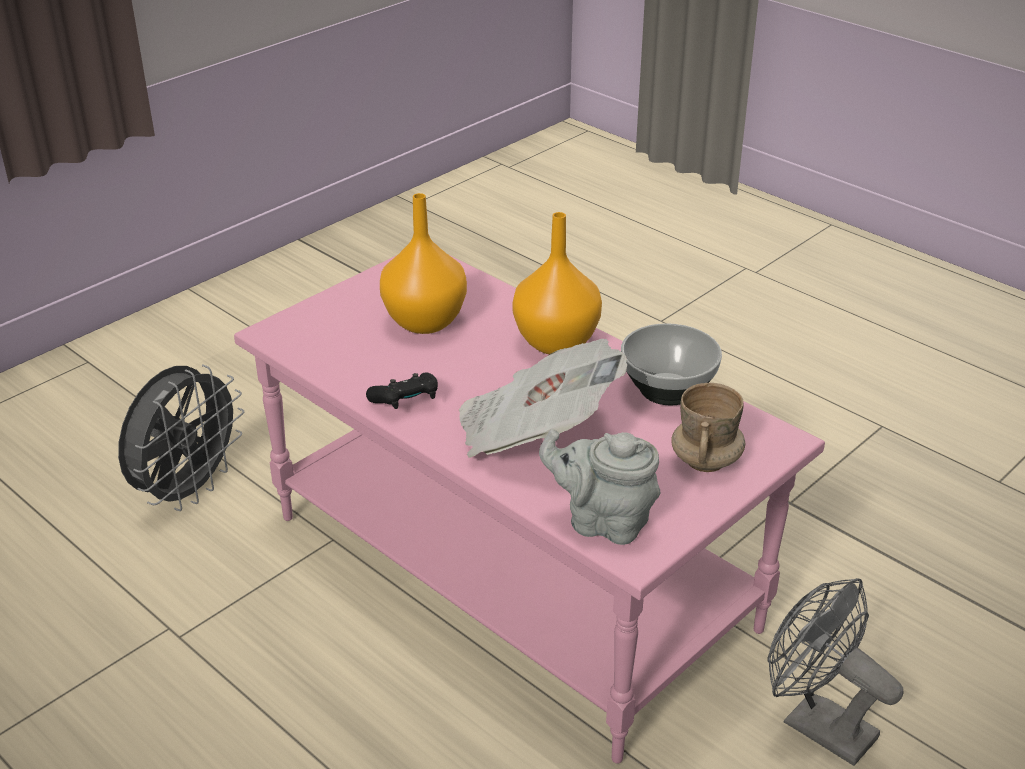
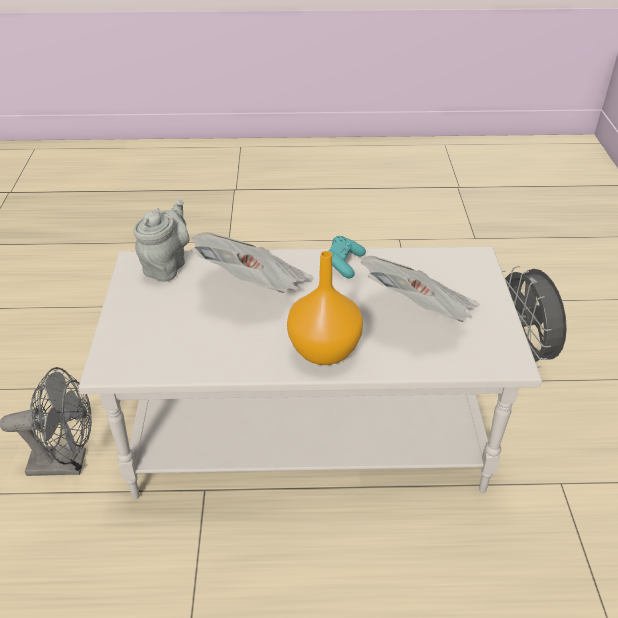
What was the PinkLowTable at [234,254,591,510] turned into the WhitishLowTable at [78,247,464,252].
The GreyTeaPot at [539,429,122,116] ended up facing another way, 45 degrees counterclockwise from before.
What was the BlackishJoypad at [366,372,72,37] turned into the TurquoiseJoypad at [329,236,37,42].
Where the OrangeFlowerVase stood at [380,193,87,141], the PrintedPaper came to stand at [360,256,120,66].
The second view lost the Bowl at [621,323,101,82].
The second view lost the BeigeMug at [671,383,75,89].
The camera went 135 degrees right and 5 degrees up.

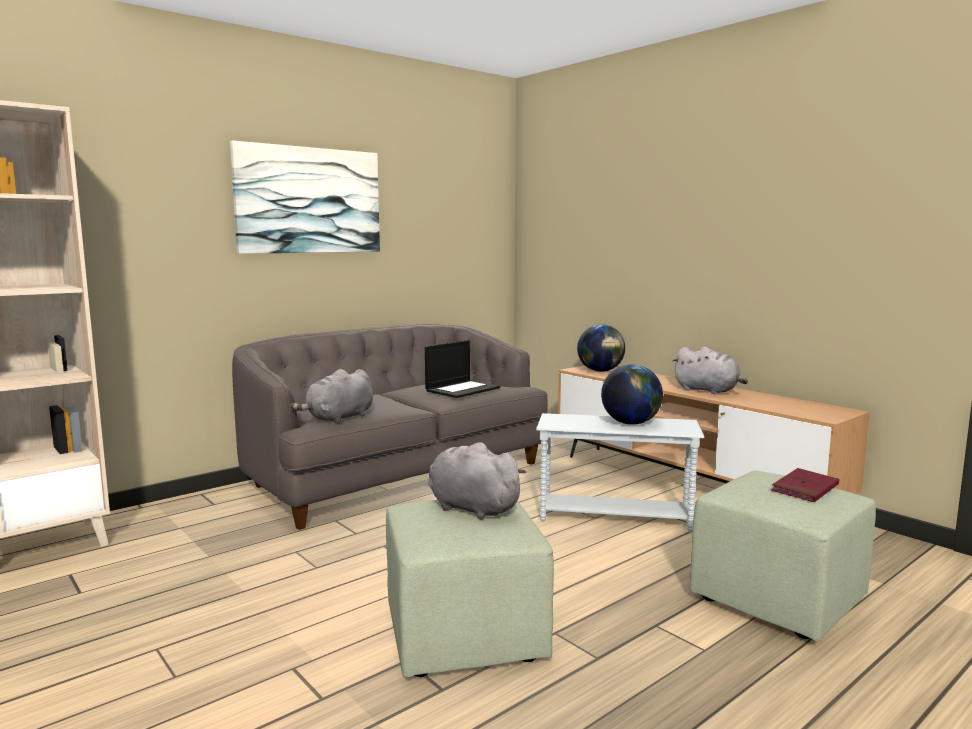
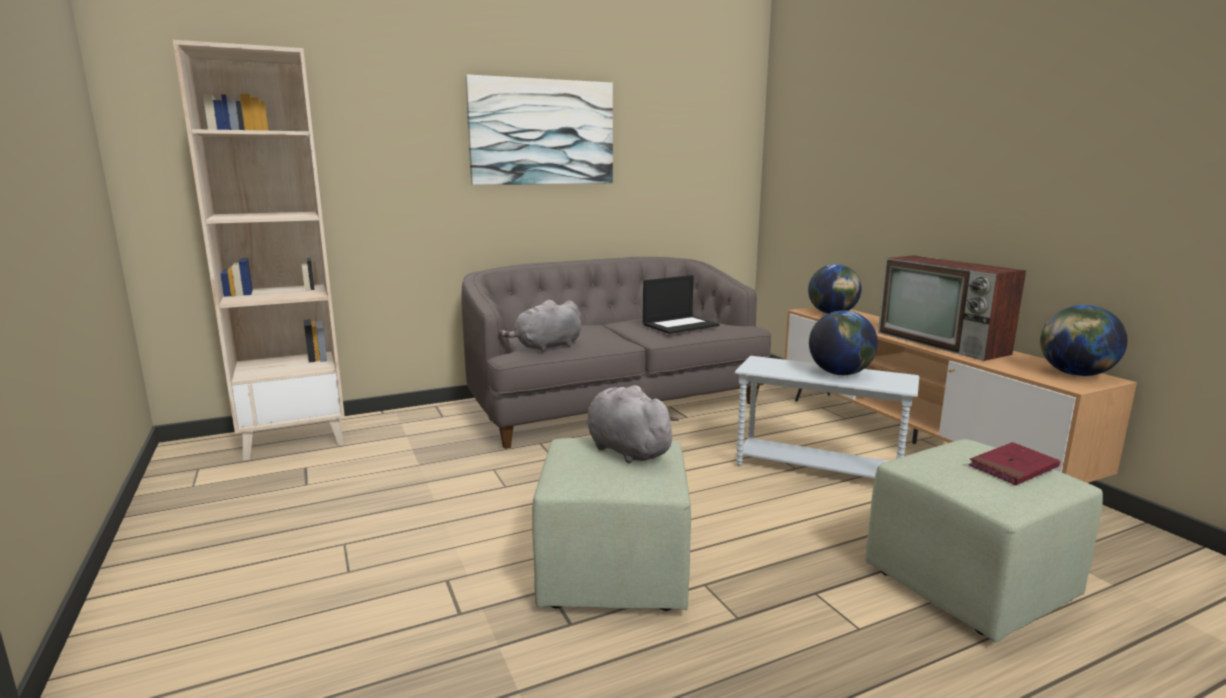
Where the GreyPlushToy stood at [672,346,76,48], the Television came to stand at [878,255,148,106].
The second view gained the Globe at [1040,305,87,71].
The camera went 15 degrees right and 5 degrees up.

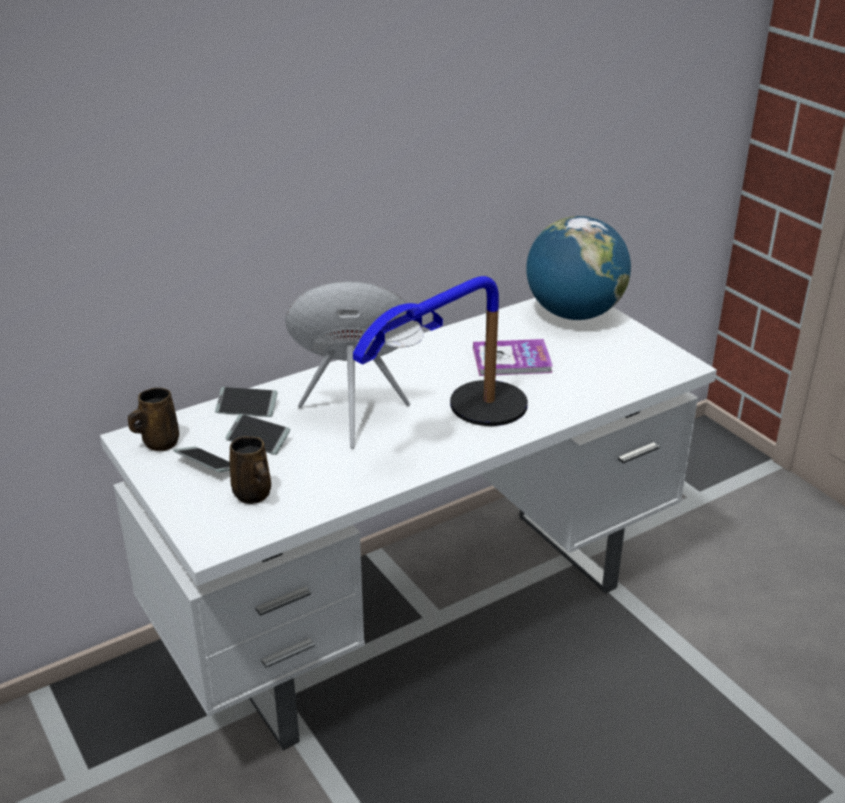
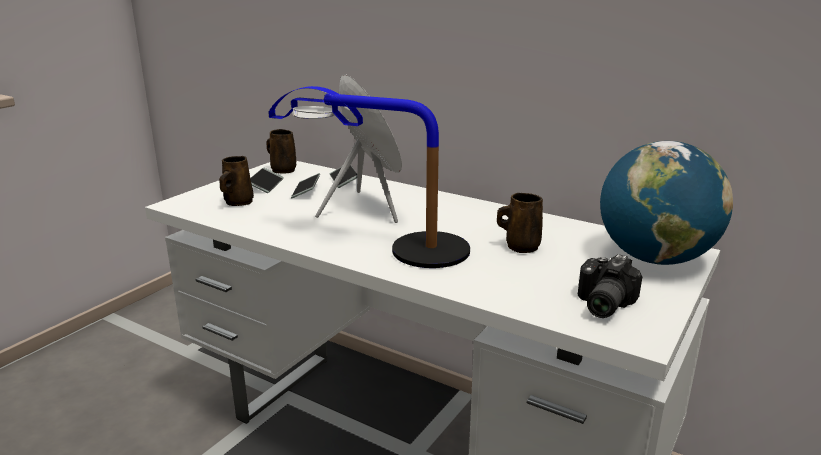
Where the BoundBook stood at [473,339,80,37], the BrownMug came to stand at [497,193,46,60].
The second view gained the PhotoCamera at [578,254,64,64].
The camera went 65 degrees right and 10 degrees down.

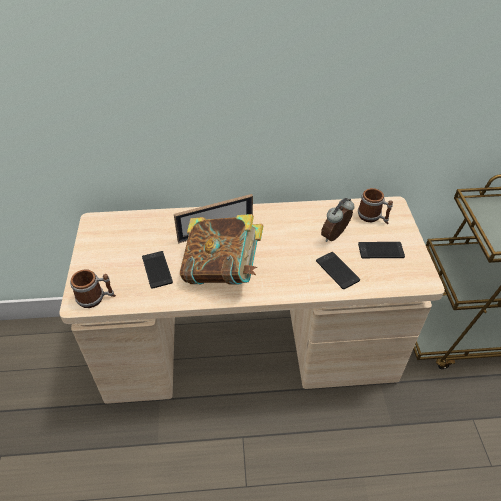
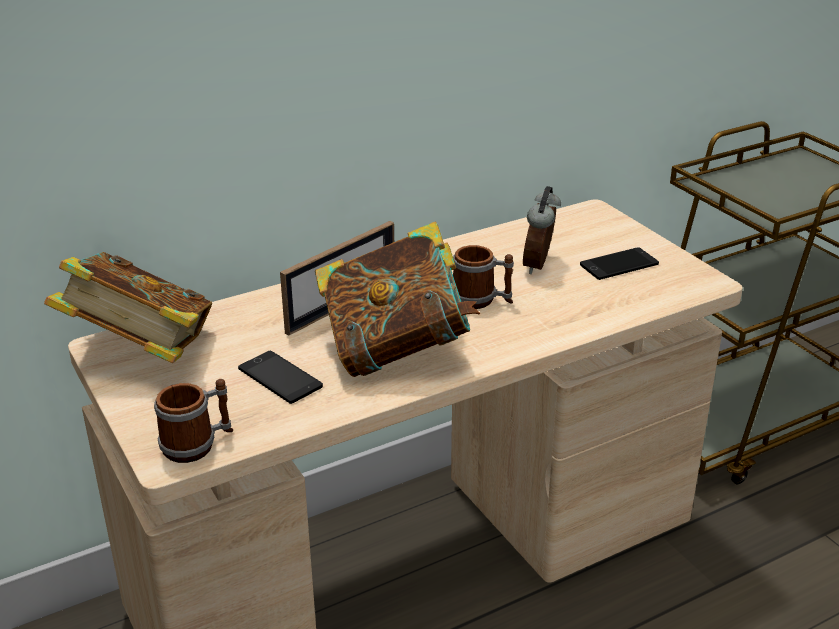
The second view gained the BoundBook at [44,252,168,111].
The Mug ended up elsewhere, having gone from [358,188,35,36] to [453,245,61,64].
The second view lost the Phone at [316,252,44,37].
The camera went 25 degrees left and 15 degrees down.

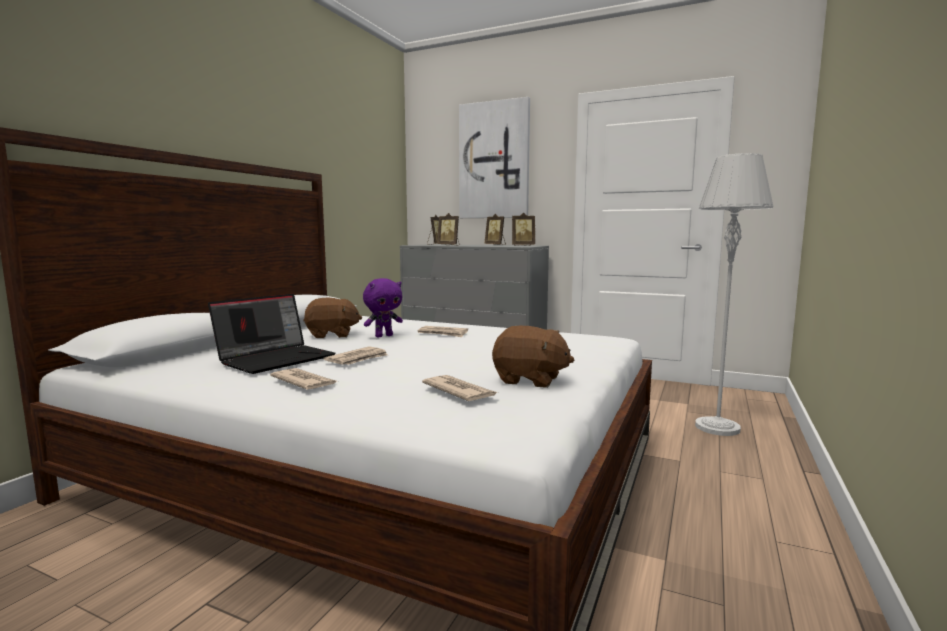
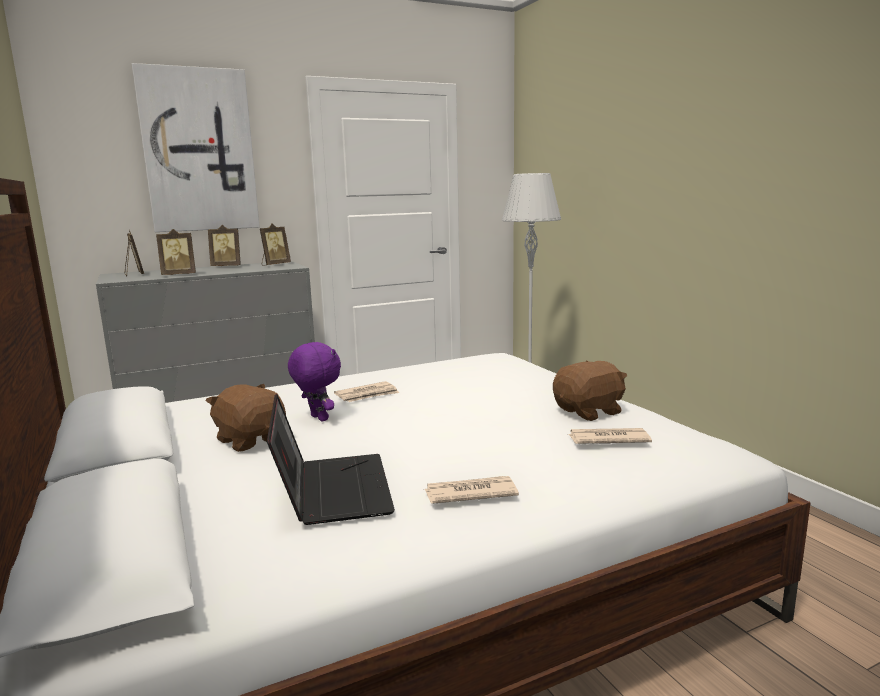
The BrownPlushToy at [303,298,59,40] ended up facing another way, 75 degrees counterclockwise from before.
The PurplishPlushToy at [363,278,40,59] ended up facing another way, 45 degrees counterclockwise from before.
The second view lost the PrintedPaper at [324,346,64,19].
The camera went 50 degrees left and 5 degrees up.

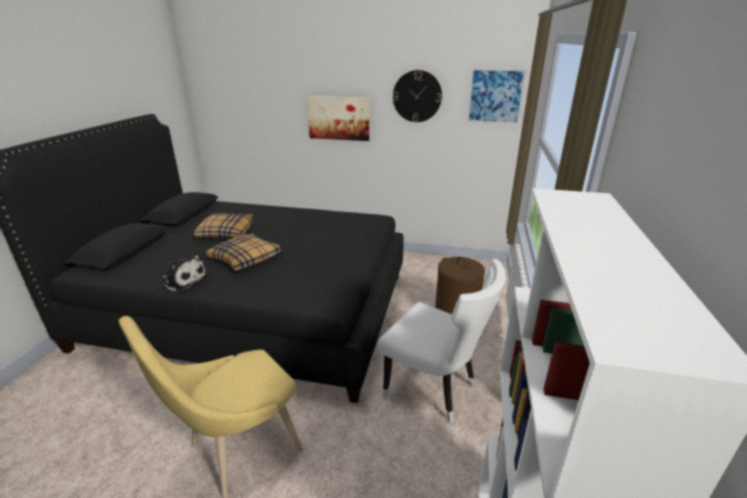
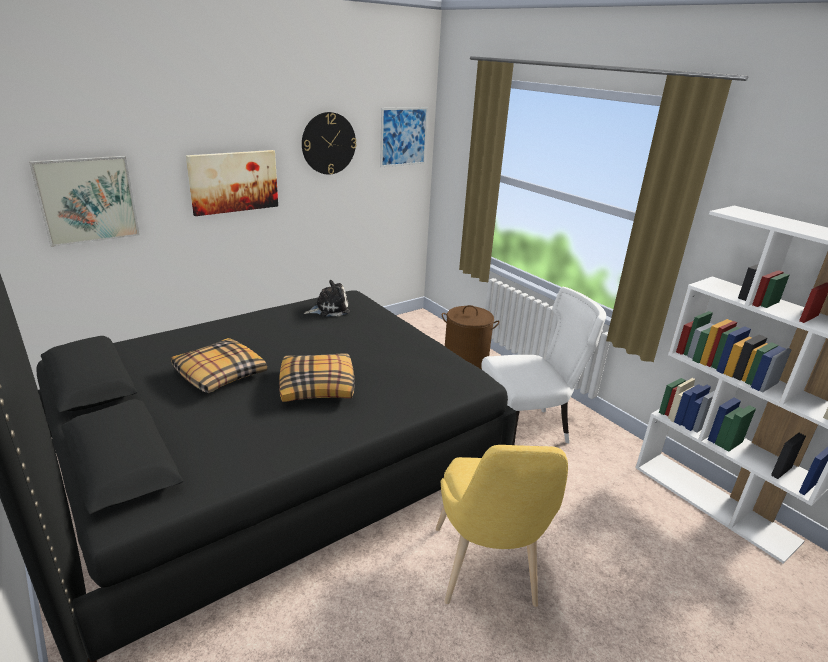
The second view gained the WallPicture at [29,156,111,91].
The PlushToy ended up elsewhere, having gone from [162,252,46,40] to [304,280,46,37].
The camera went 50 degrees left and 0 degrees up.

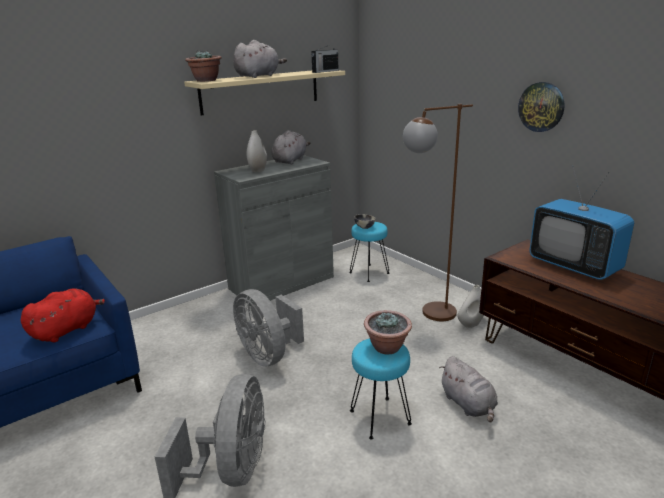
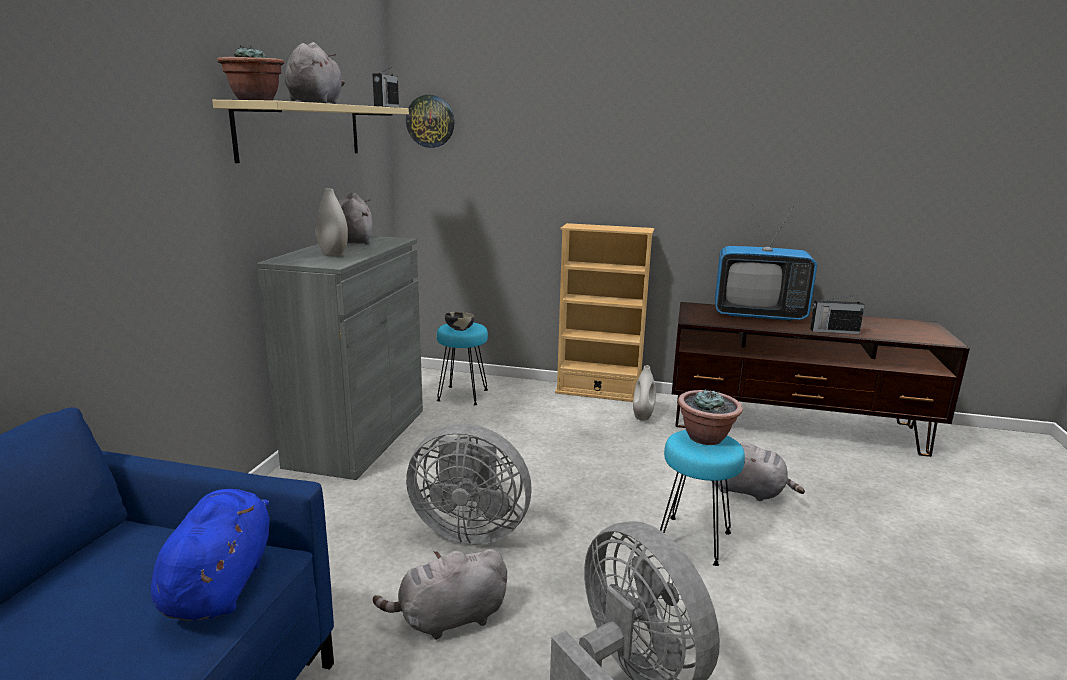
What was the ReddishPlushToy at [21,288,84,55] turned into the BluishPlushToy at [151,489,118,132].
The second view gained the GreyPlushToy at [373,549,134,91].
The WallClock ended up elsewhere, having gone from [518,82,47,50] to [406,95,48,53].
The second view gained the BeigeBookshelf at [555,223,99,179].
The second view gained the RadioReceiver at [810,295,55,39].
The second view lost the BrownFloorLamp at [403,104,70,217].
The camera went 40 degrees left and 5 degrees down.

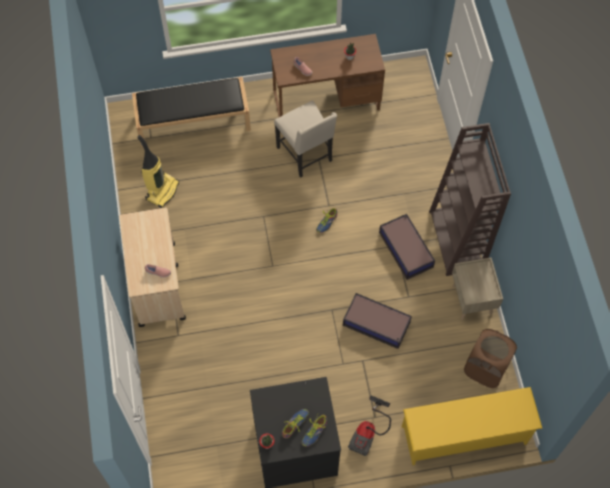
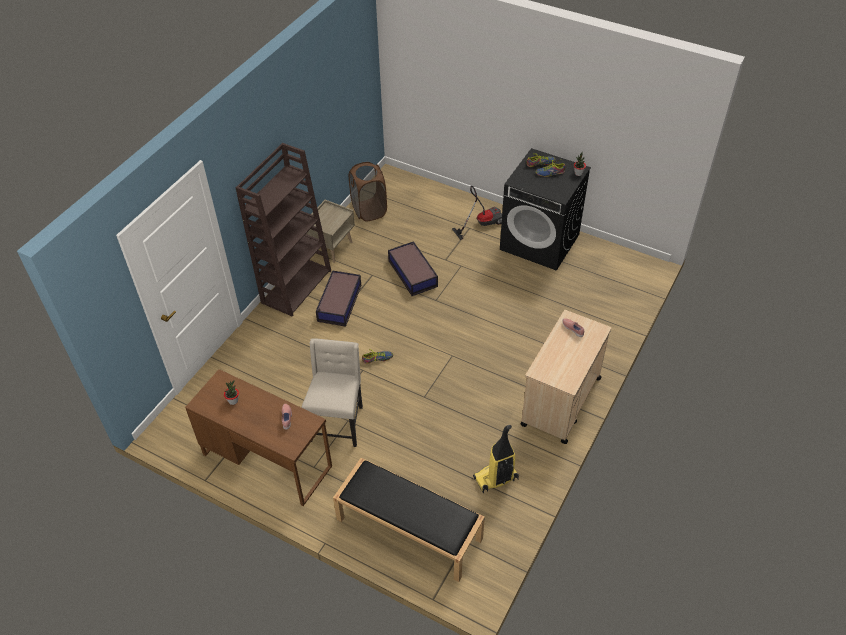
The second view lost the YellowishShoeRack at [402,387,140,78].
The camera went 140 degrees left and 15 degrees down.

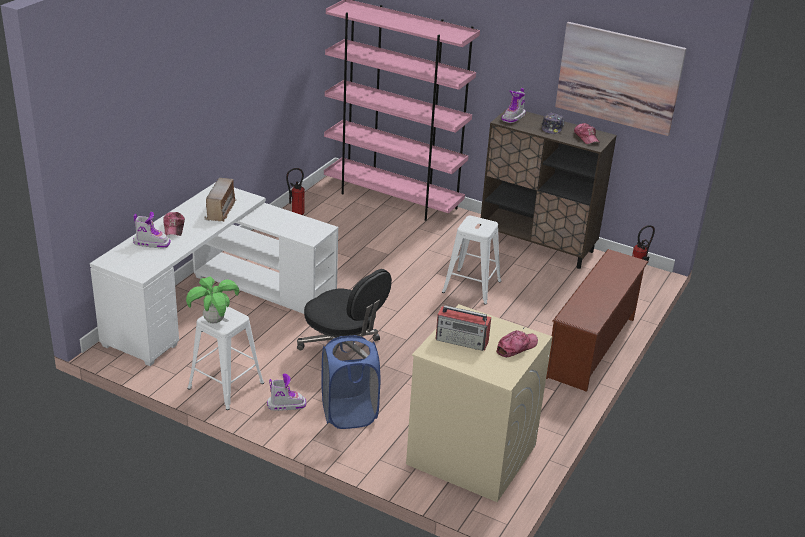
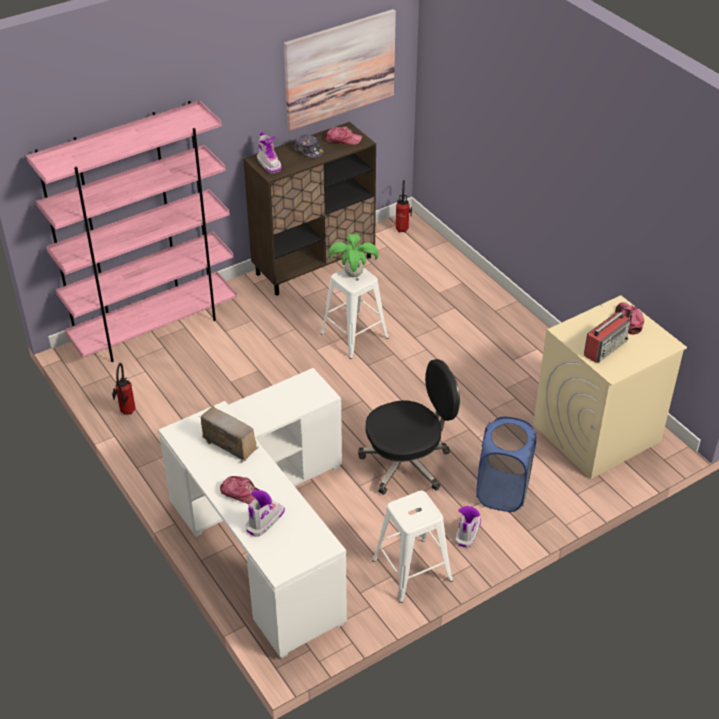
The PottedPlant ended up elsewhere, having gone from [186,277,53,46] to [329,234,49,43].
The second view lost the BrownShoeRack at [546,249,102,143].
The camera went 60 degrees left and 10 degrees up.

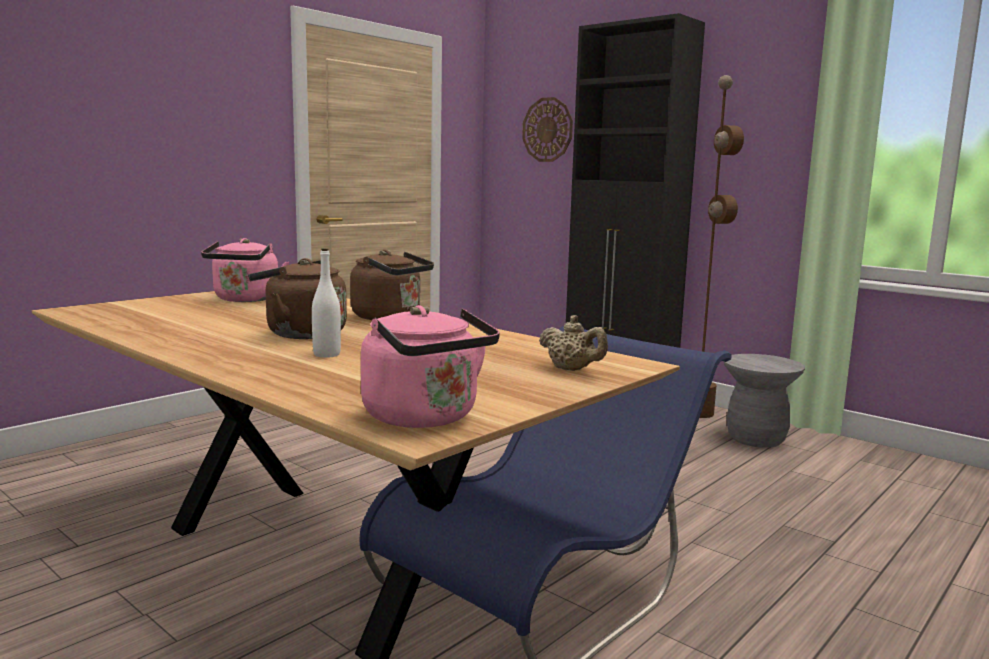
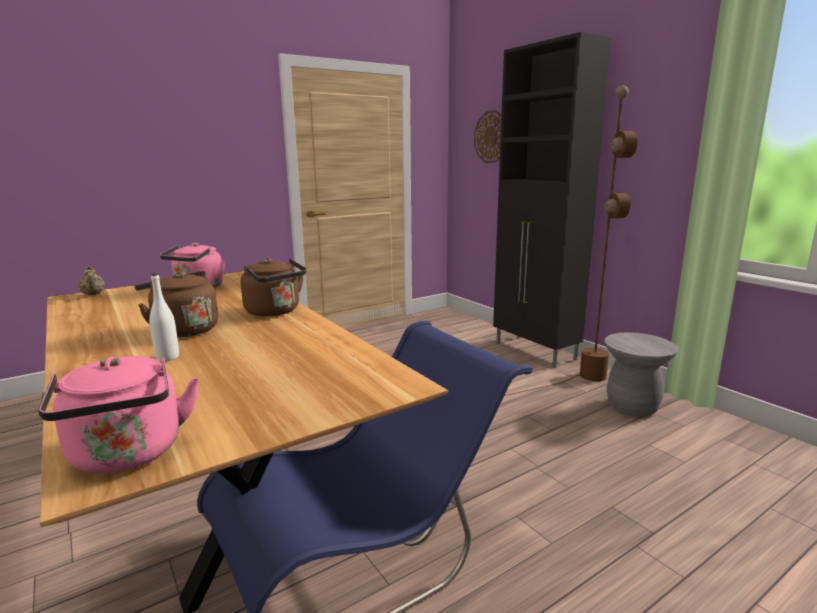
The BeigeTeaPot ended up elsewhere, having gone from [539,315,69,56] to [78,266,27,29].
The camera went 15 degrees right and 5 degrees up.

